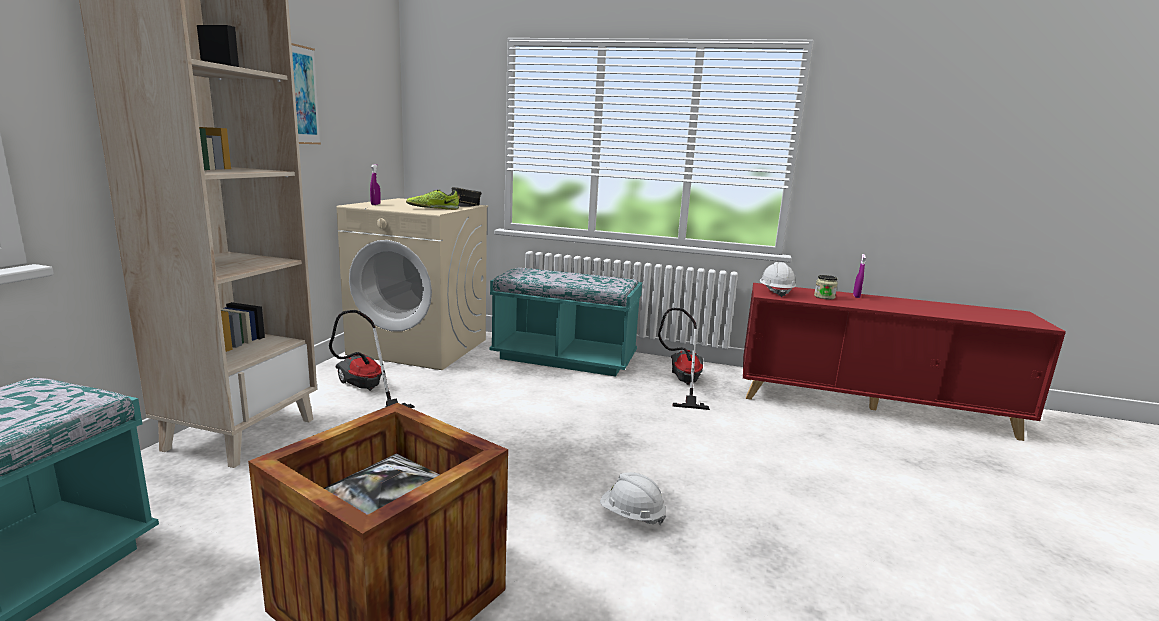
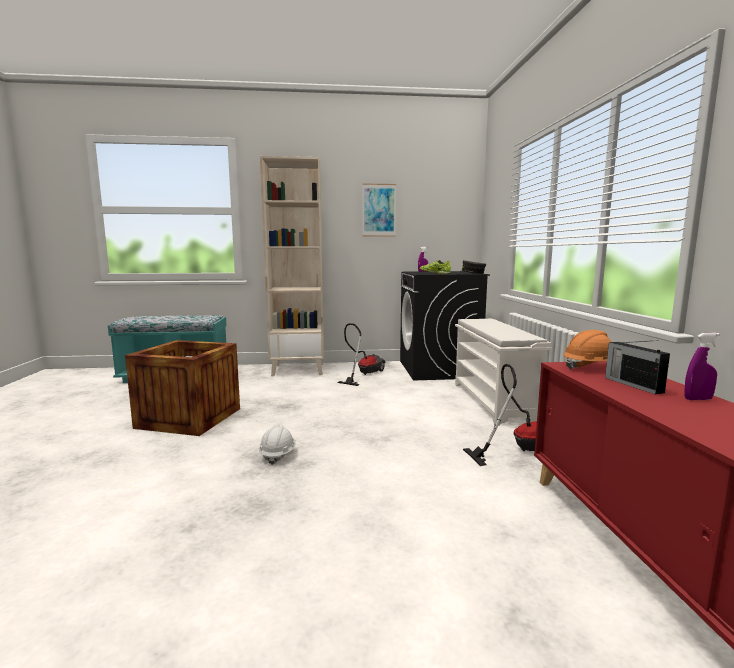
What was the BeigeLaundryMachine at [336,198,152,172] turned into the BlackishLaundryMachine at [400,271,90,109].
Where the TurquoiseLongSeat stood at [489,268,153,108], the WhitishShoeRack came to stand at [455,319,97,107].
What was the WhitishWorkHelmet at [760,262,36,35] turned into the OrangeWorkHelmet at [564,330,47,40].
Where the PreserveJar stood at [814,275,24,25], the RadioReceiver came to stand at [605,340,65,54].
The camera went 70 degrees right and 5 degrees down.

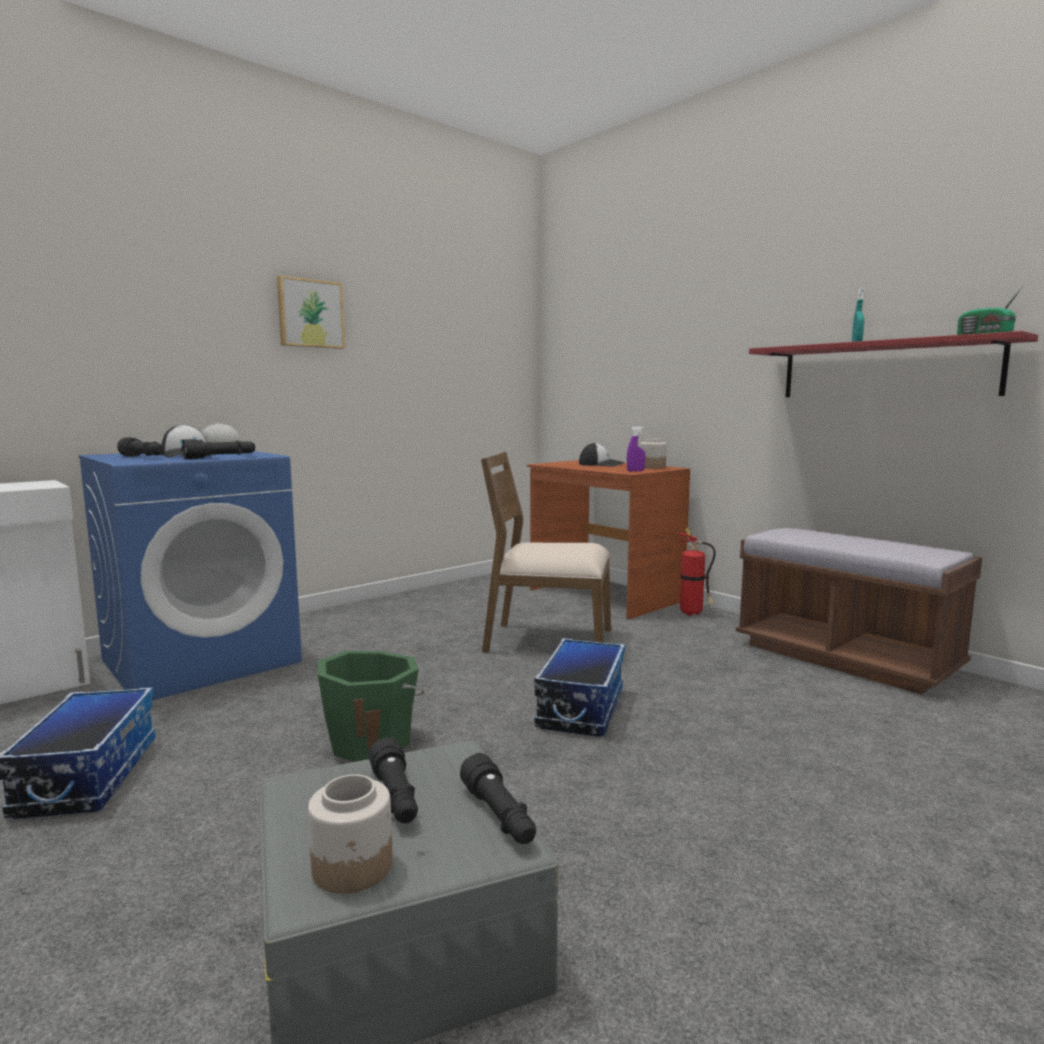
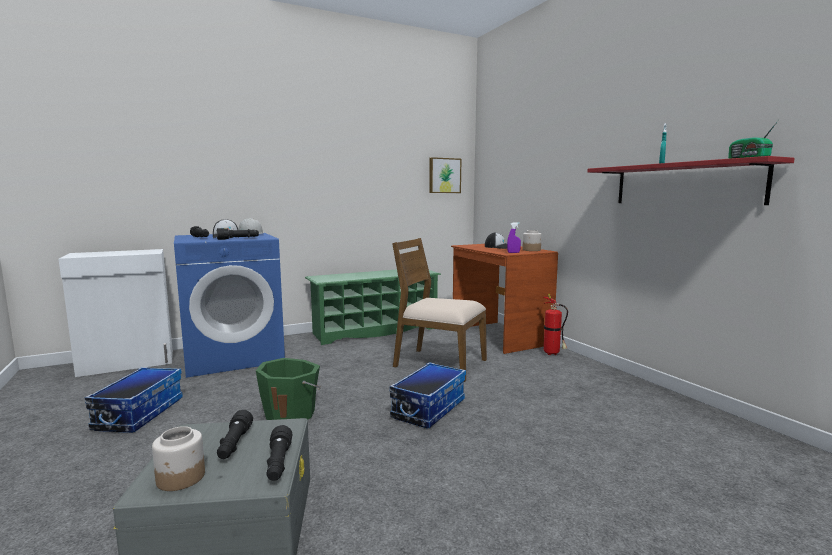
The second view gained the GreenishShoeRack at [305,269,136,76].
The WallPicture ended up elsewhere, having gone from [277,276,68,73] to [429,157,32,36].
The second view lost the BrownLongSeat at [736,528,246,167].
The camera went 15 degrees right and 0 degrees up.

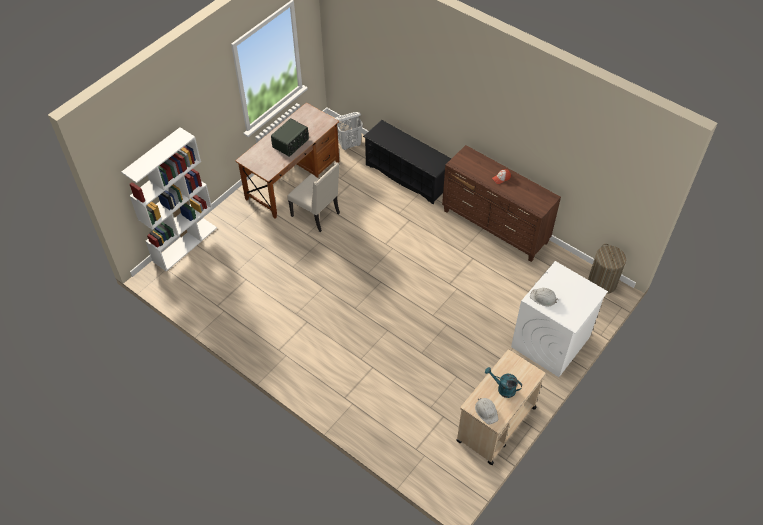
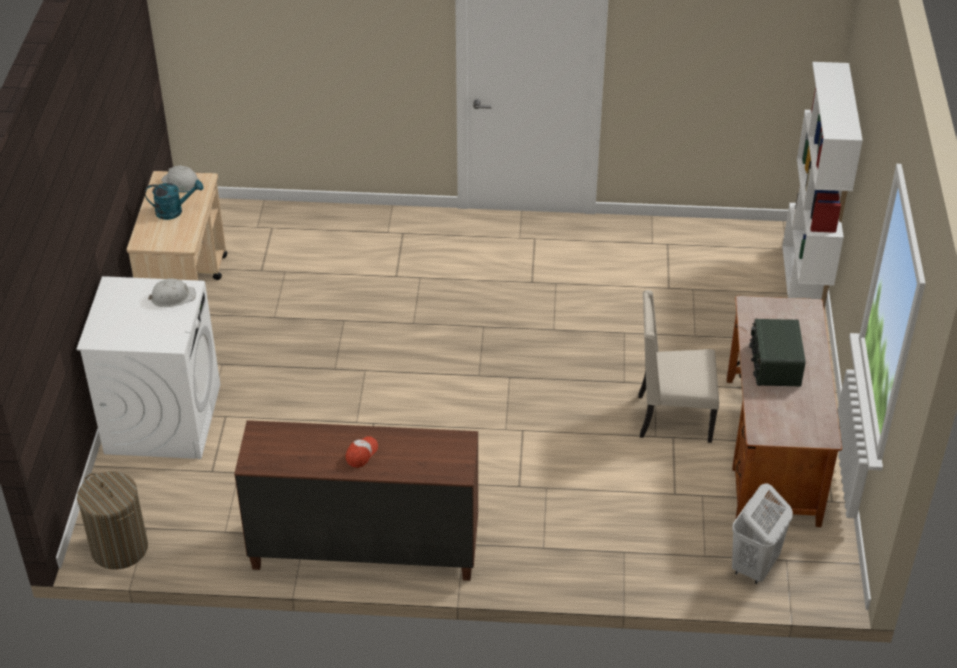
The second view lost the BlackishShoeRack at [363,120,88,84].
The camera went 145 degrees right and 10 degrees down.

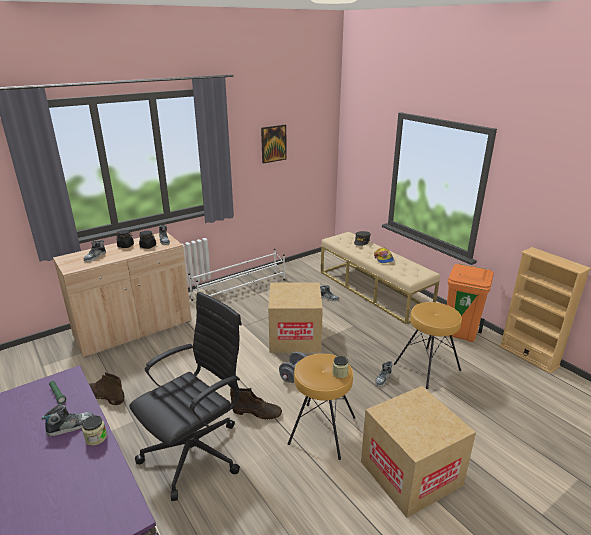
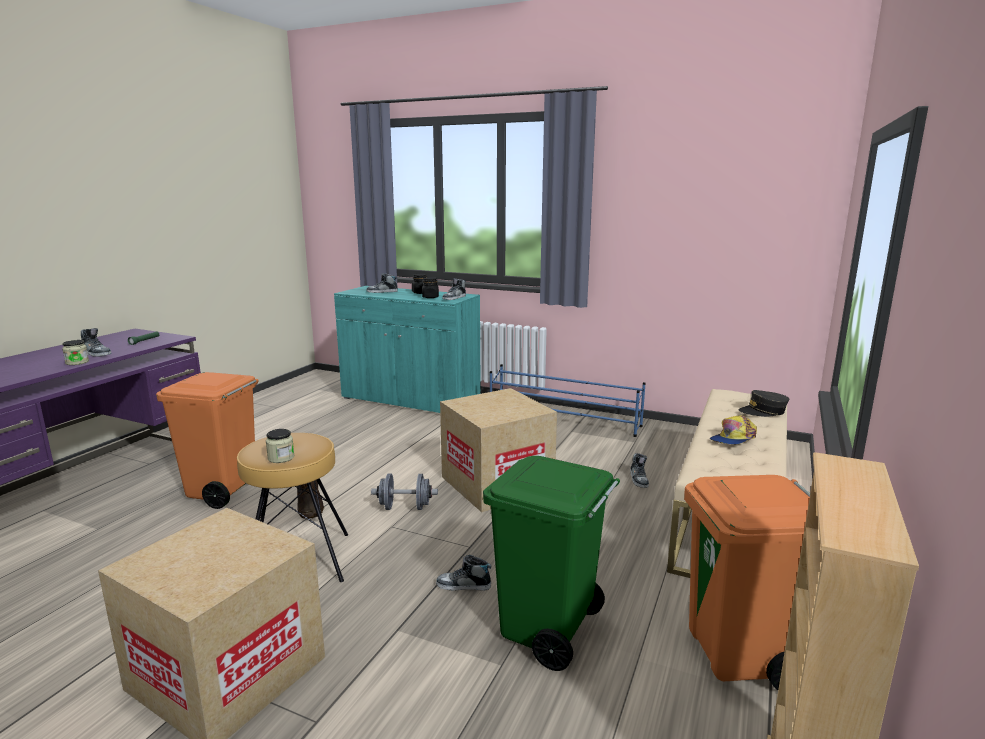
Where the BlackishComputerChair stood at [129,292,113,209], the OrangeWasteBin came to stand at [156,372,102,137].
What was the BeigeCupboard at [53,233,139,125] turned into the TurquoiseCupboard at [334,286,147,127].
Where the BrownSittingStool stood at [394,302,68,87], the GreenishWasteBin came to stand at [483,456,137,215].
What was the WhitishShoeRack at [188,249,97,53] turned into the BluishShoeRack at [490,364,156,73].
The second view lost the BrownTallBoot at [89,372,35,33].
The second view lost the WallPicture at [261,125,26,39].
The camera went 60 degrees right and 10 degrees down.

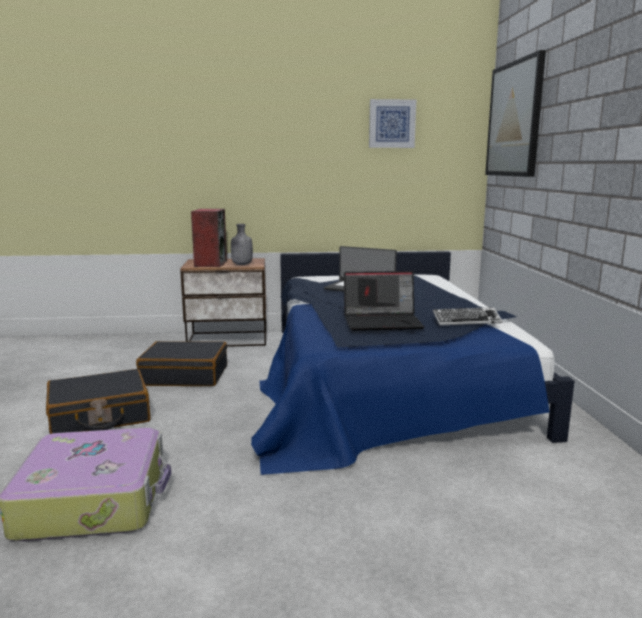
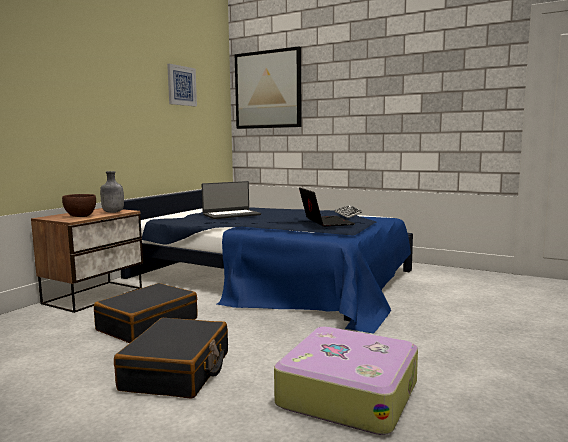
Where the Loudspeaker stood at [191,209,36,58], the BrownBowl came to stand at [62,194,34,23].
The Laptop at [344,271,80,60] ended up facing another way, 45 degrees counterclockwise from before.
The camera went 55 degrees left and 5 degrees down.

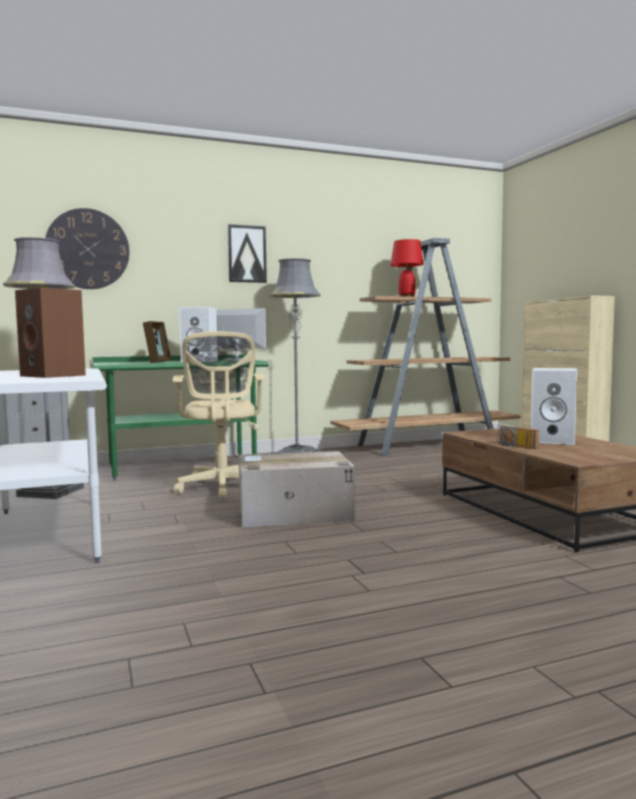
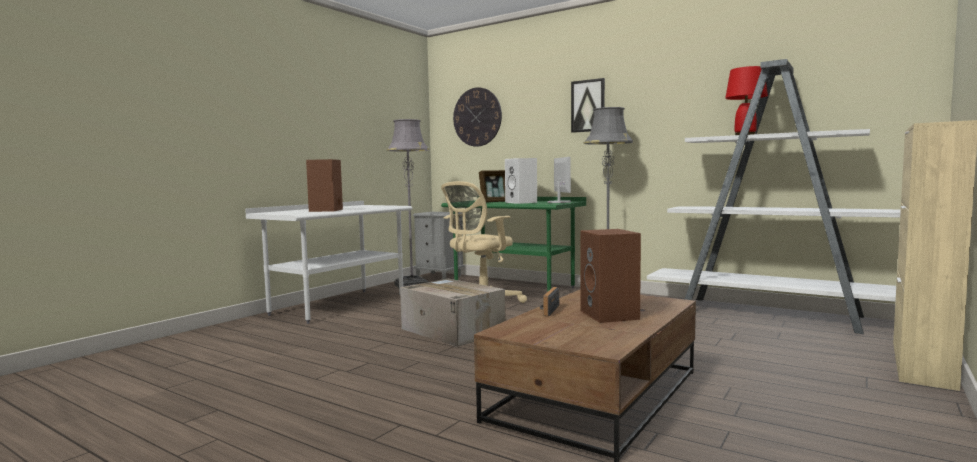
What was the WhitishLoudspeaker at [531,368,46,77] turned into the BrownLoudspeaker at [580,229,61,94].
What was the BrownBookshelf at [330,238,191,218] turned into the WhitishBookshelf at [647,59,254,275].
The camera went 55 degrees right and 0 degrees up.

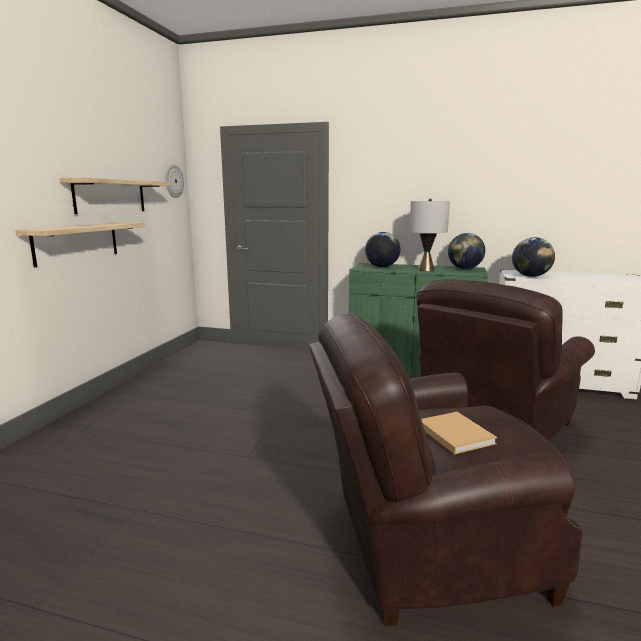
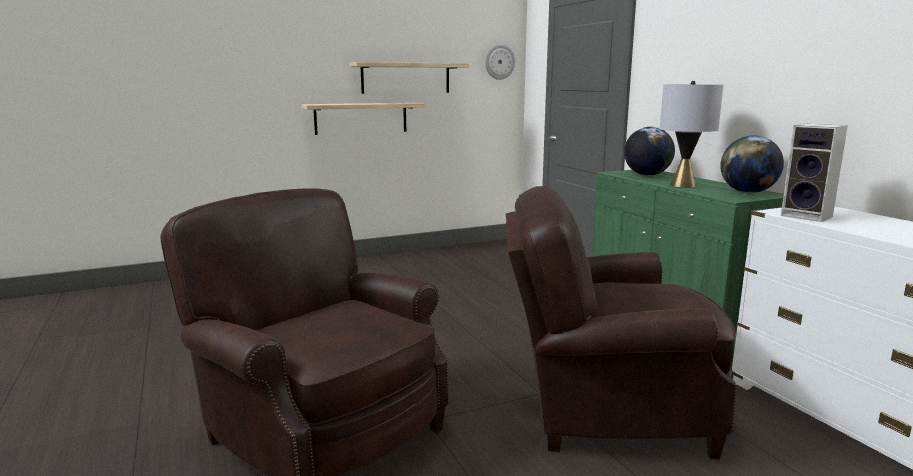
Where the Globe stood at [512,237,43,40], the Loudspeaker came to stand at [781,124,67,98].
The second view lost the BeigeBoundBook at [422,412,75,43].
The camera went 50 degrees right and 0 degrees up.

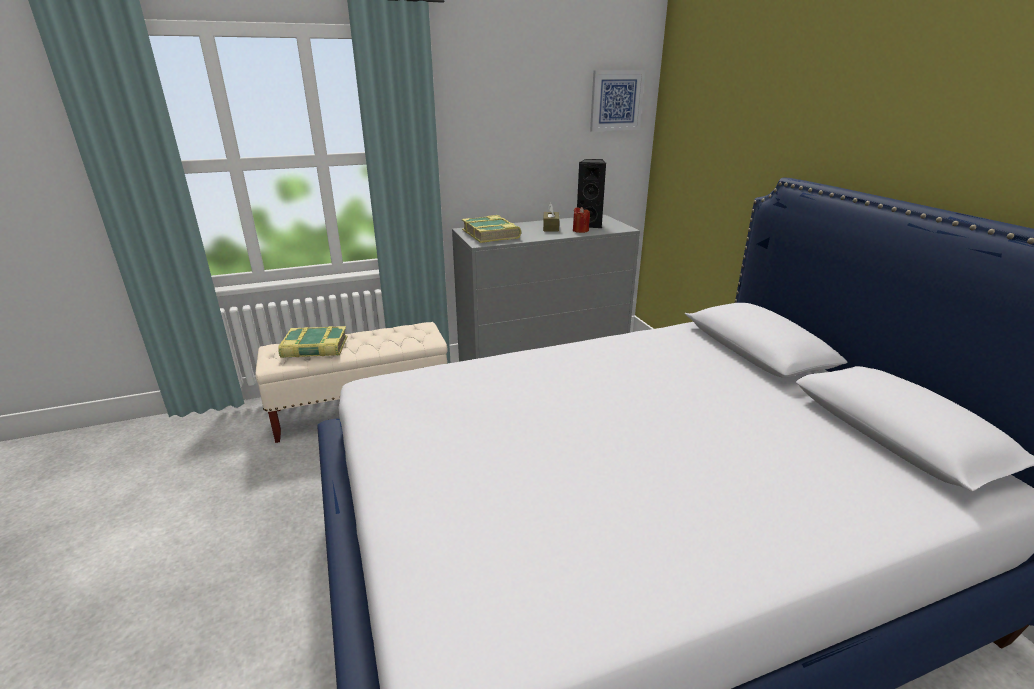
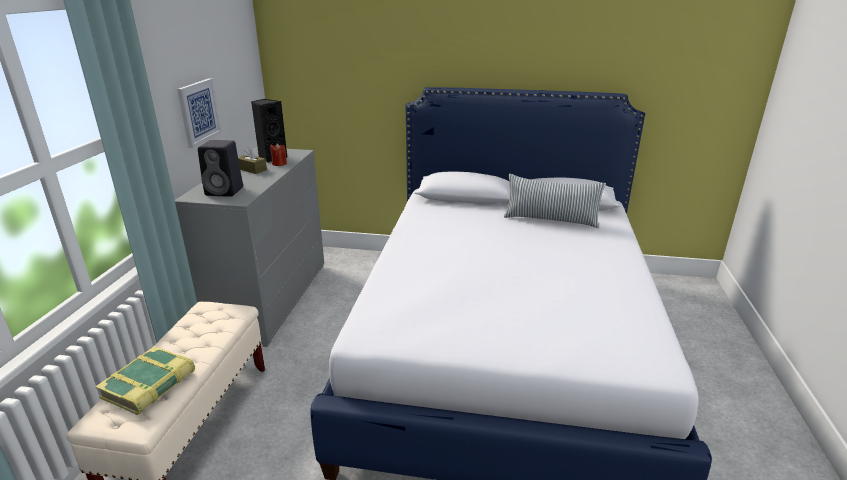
The WallPicture ended up elsewhere, having gone from [590,71,55,61] to [177,78,45,70].
Where the BoundBook stood at [462,215,59,28], the BlackishLoudspeaker came to stand at [198,140,45,57].
The second view gained the Cushion at [504,174,102,54].
The camera went 60 degrees left and 0 degrees up.

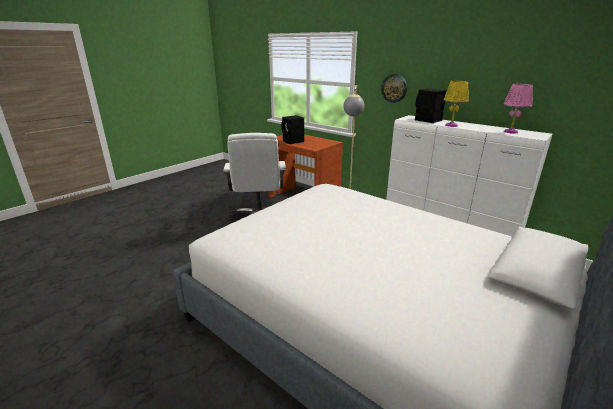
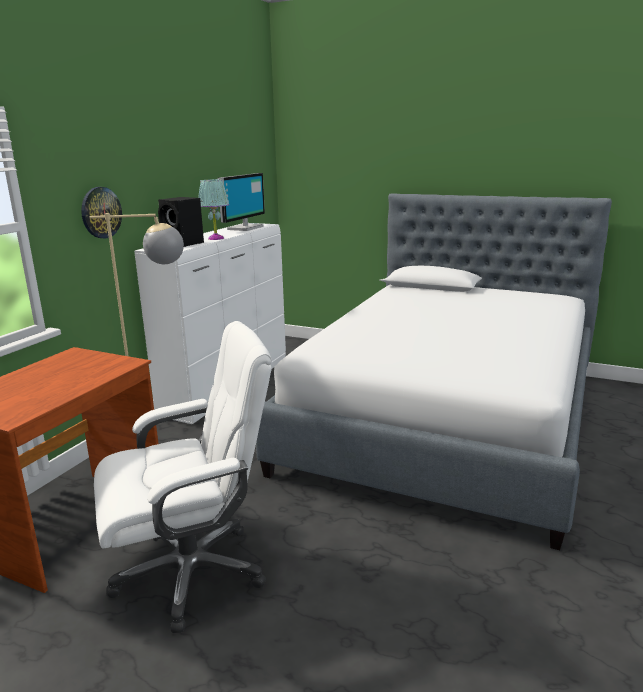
What was the YellowishLampForATable at [444,81,25,46] turned into the TurquoiseLampForATable at [198,179,31,61].
Where the PinkLampForATable stood at [503,84,30,49], the Monitor came to stand at [218,173,47,58].
The second view lost the BlackishLoudspeaker at [281,115,23,29].
The camera went 105 degrees left and 5 degrees down.

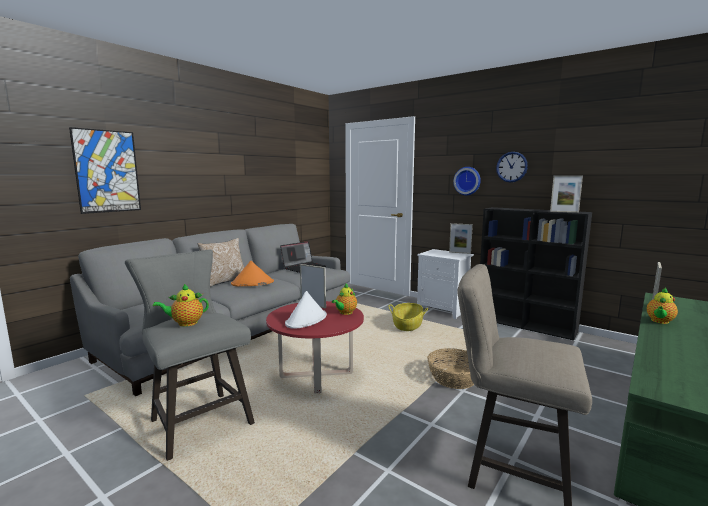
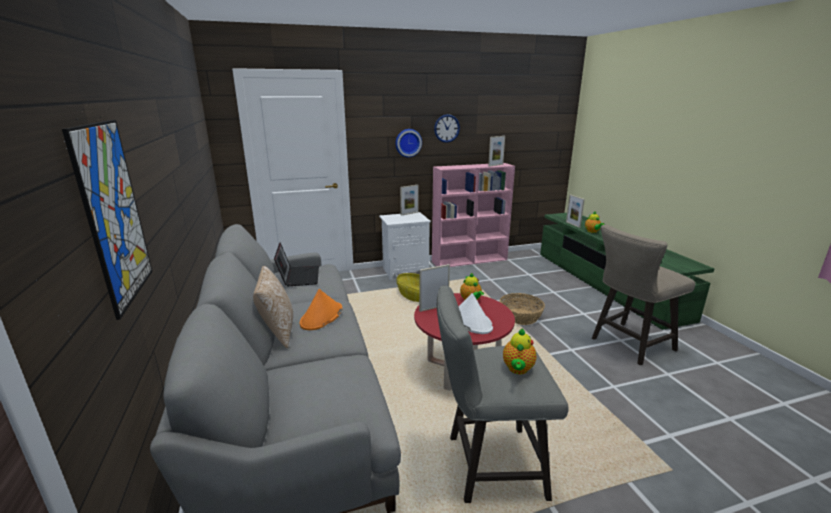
What was the BlackishBookshelf at [480,207,112,134] turned into the PinkBookshelf at [432,163,83,104].
The camera went 55 degrees left and 10 degrees up.

